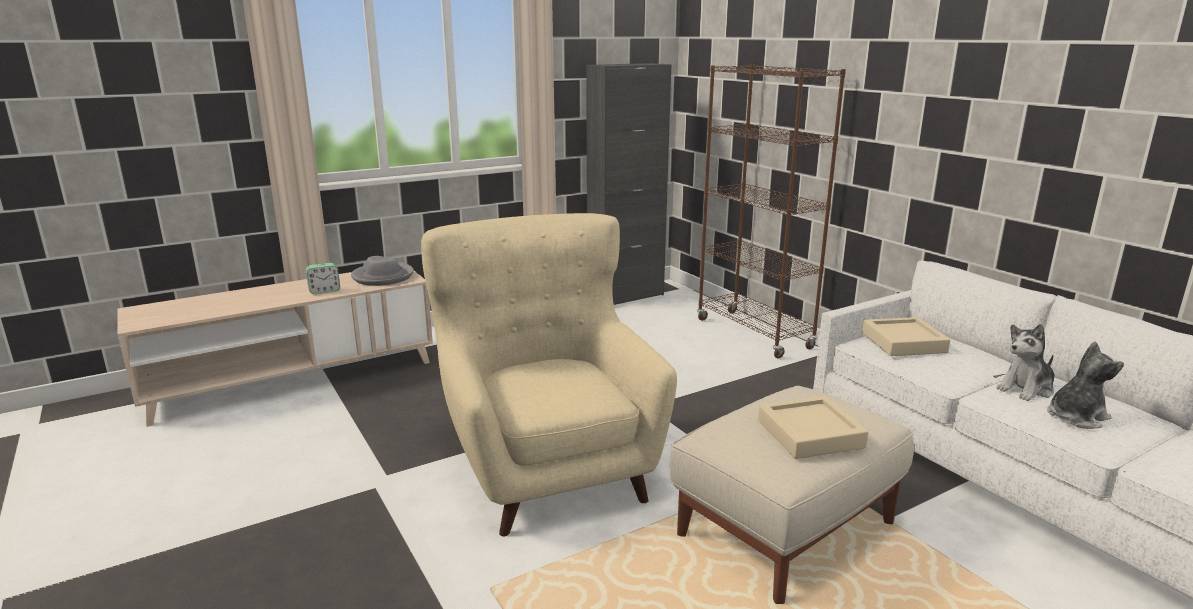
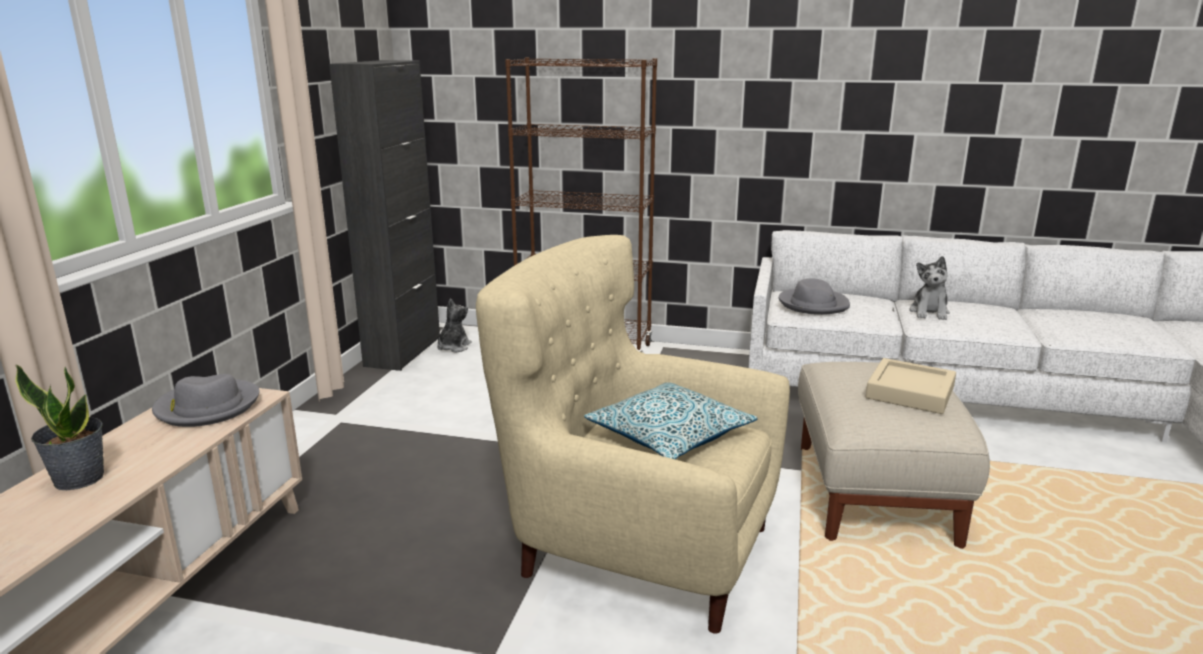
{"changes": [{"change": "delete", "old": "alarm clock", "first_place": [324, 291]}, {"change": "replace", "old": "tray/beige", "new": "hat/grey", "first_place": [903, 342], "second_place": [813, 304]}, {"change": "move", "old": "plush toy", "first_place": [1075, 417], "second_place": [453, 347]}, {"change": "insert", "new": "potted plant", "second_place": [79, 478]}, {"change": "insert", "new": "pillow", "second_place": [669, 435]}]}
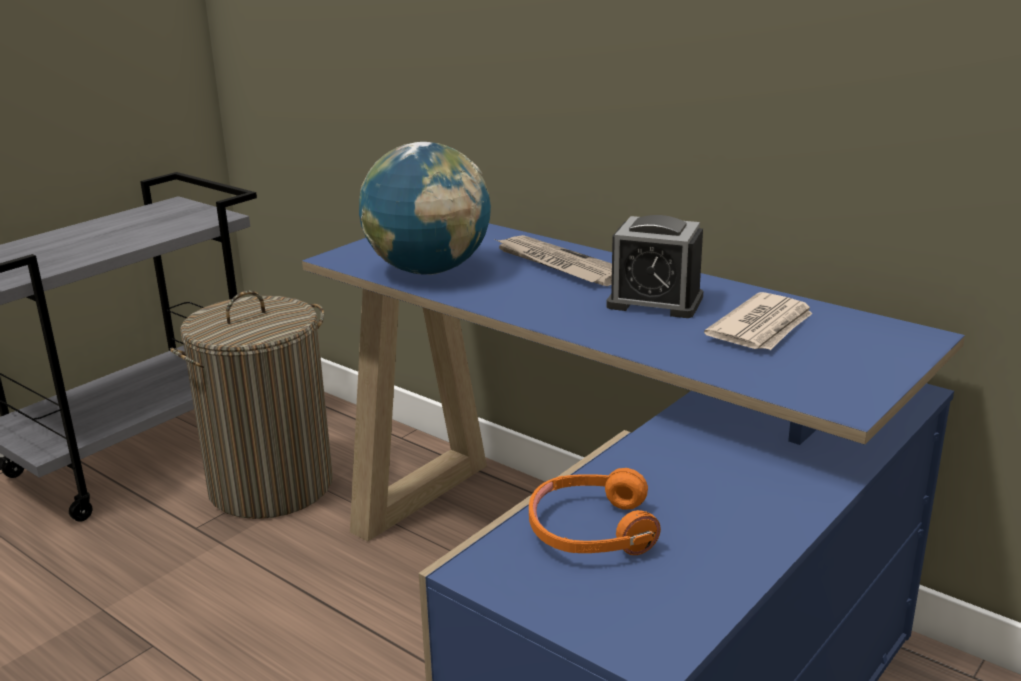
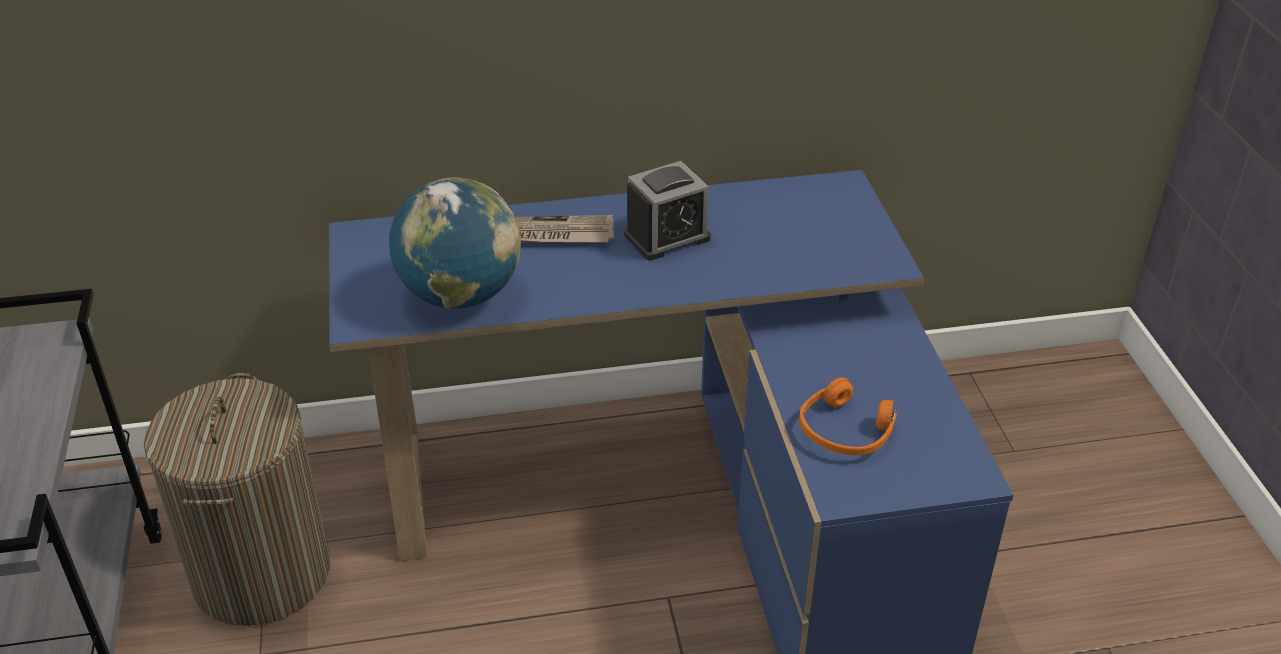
{"changes": [{"change": "delete", "old": "newspaper", "first_place": [763, 327]}]}
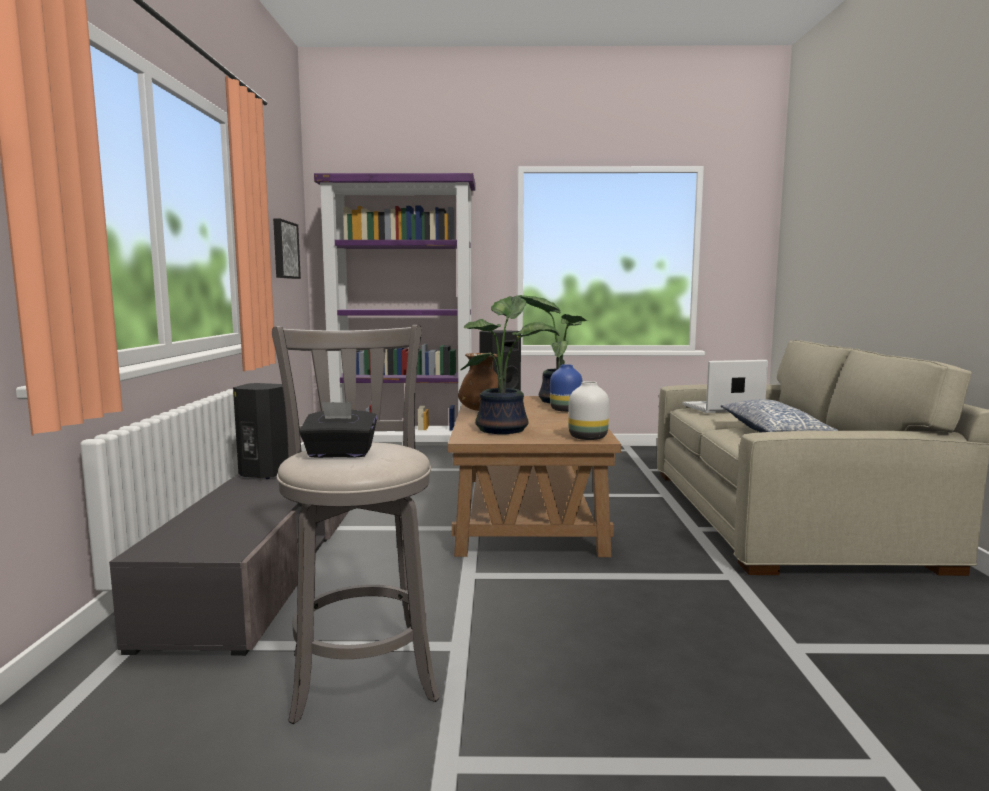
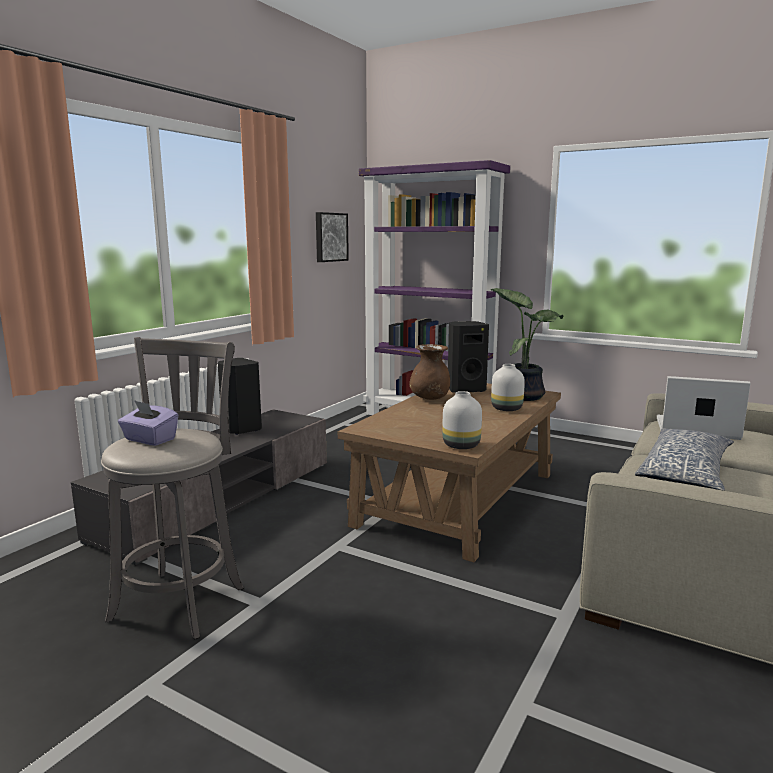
{"changes": [{"change": "delete", "old": "potted plant", "first_place": [505, 429]}, {"change": "recolor", "old": "vase/blue", "new": "vase/white", "first_place": [566, 410], "second_place": [507, 409]}, {"change": "recolor", "old": "tissue box/black", "new": "tissue box/purple", "first_place": [340, 454], "second_place": [149, 440]}]}
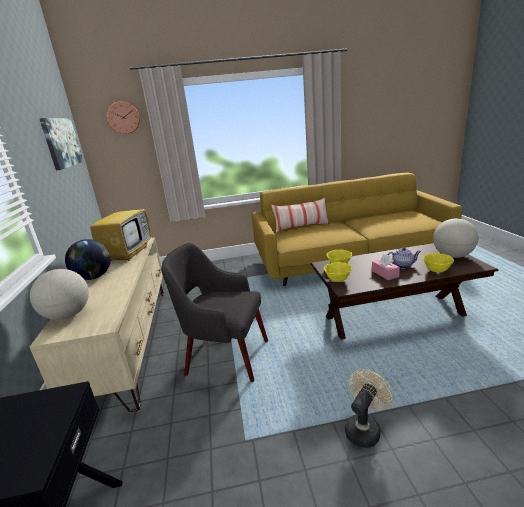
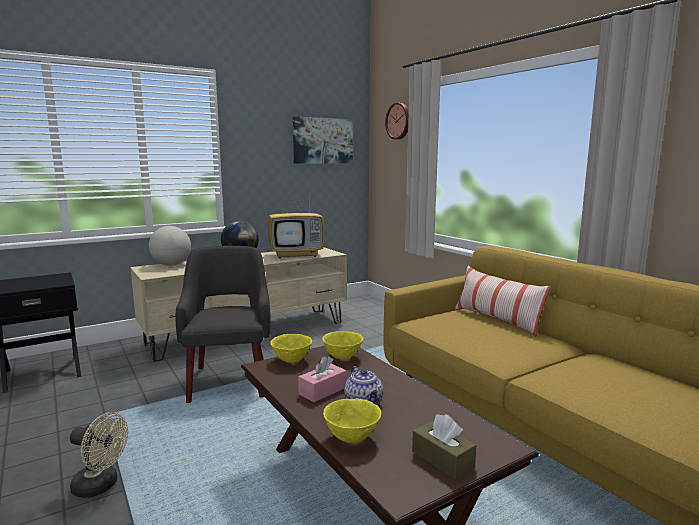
{"changes": [{"change": "replace", "old": "globe", "new": "tissue box/brown", "first_place": [452, 256], "second_place": [442, 459]}]}
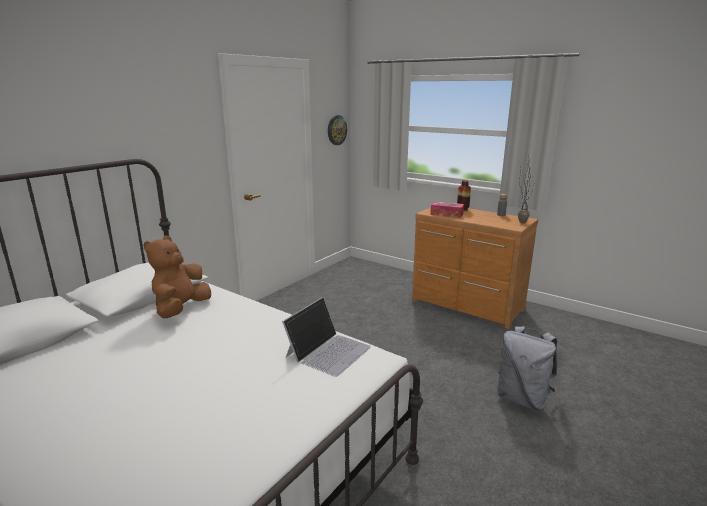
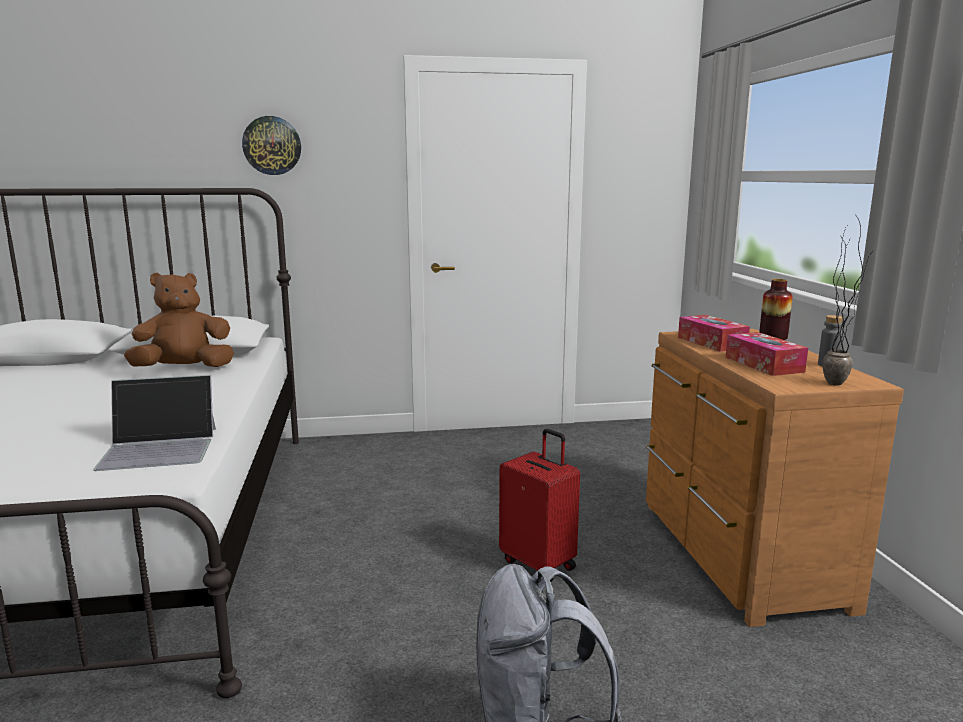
{"changes": [{"change": "move", "old": "wall clock", "first_place": [336, 130], "second_place": [272, 145]}, {"change": "insert", "new": "tissue box", "second_place": [763, 364]}, {"change": "insert", "new": "suitcase/red", "second_place": [539, 563]}]}
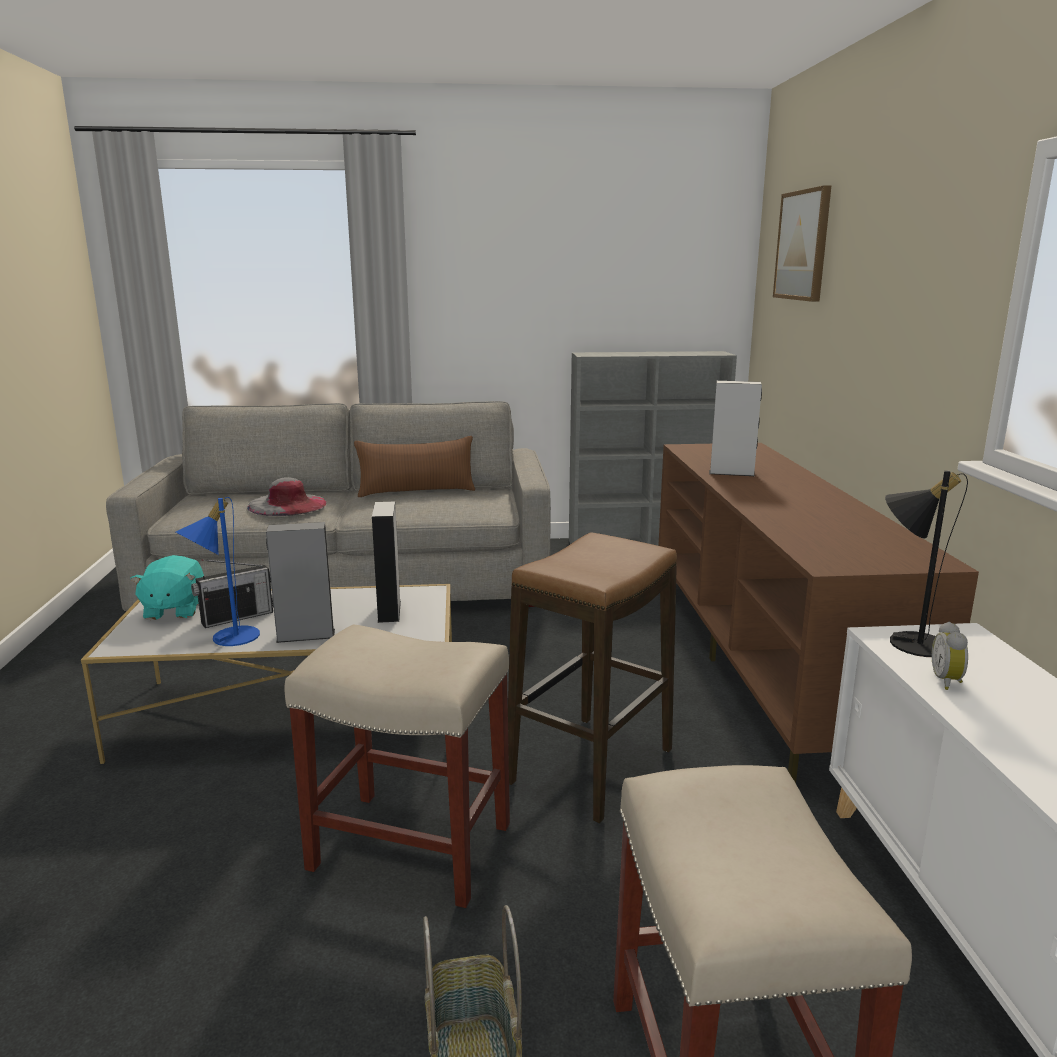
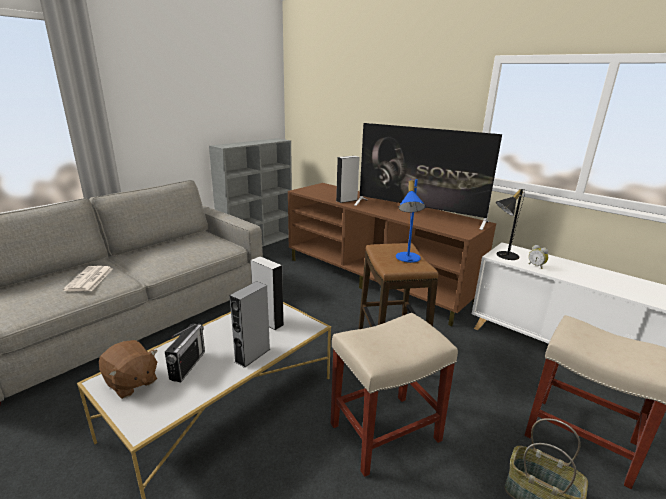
{"changes": [{"change": "delete", "old": "picture", "first_place": [803, 245]}, {"change": "delete", "old": "pillow/brown", "first_place": [416, 492]}, {"change": "replace", "old": "hat/grey", "new": "newspaper", "first_place": [287, 504], "second_place": [89, 279]}, {"change": "move", "old": "table lamp/blue", "first_place": [226, 638], "second_place": [407, 259]}, {"change": "recolor", "old": "plush toy/turquoise", "new": "plush toy/brown", "first_place": [174, 610], "second_place": [131, 382]}, {"change": "insert", "new": "television", "second_place": [418, 213]}]}
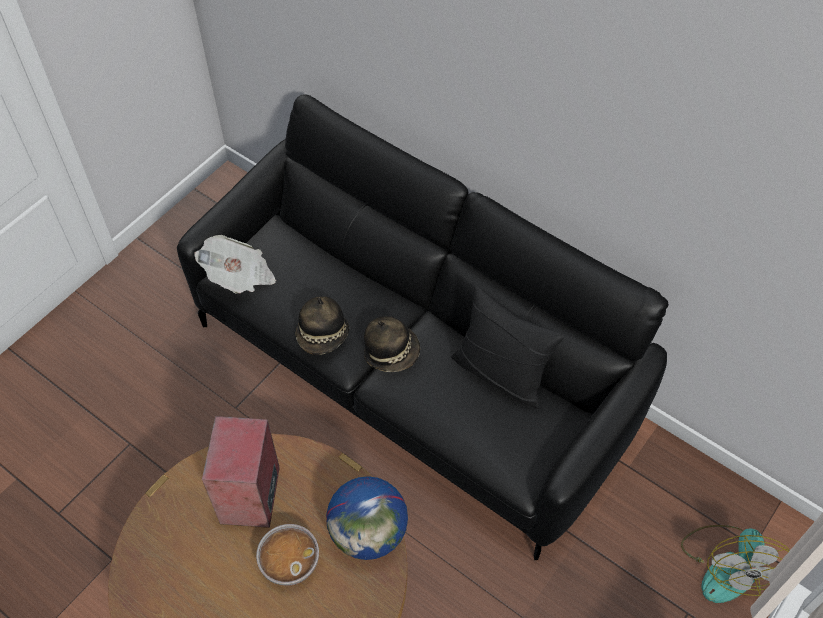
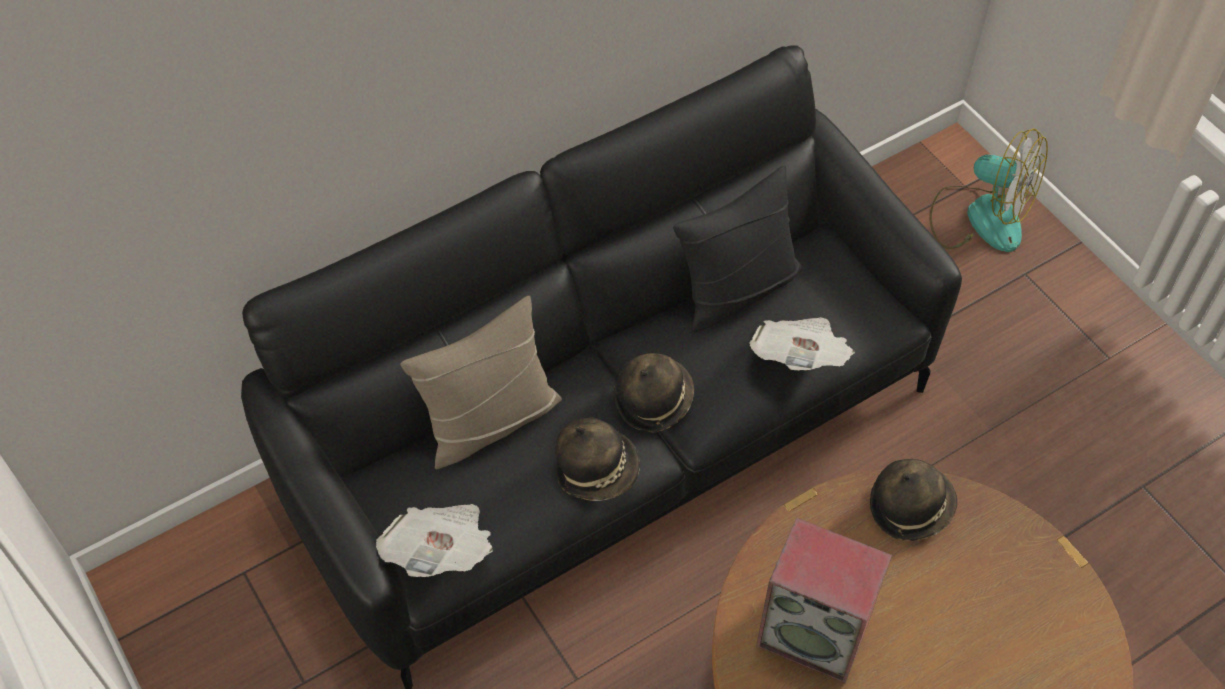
{"changes": [{"change": "replace", "old": "globe", "new": "hat", "first_place": [369, 533], "second_place": [910, 506]}, {"change": "delete", "old": "bowl", "first_place": [289, 562]}, {"change": "insert", "new": "pillow/beige", "second_place": [490, 421]}, {"change": "insert", "new": "newspaper", "second_place": [800, 358]}]}
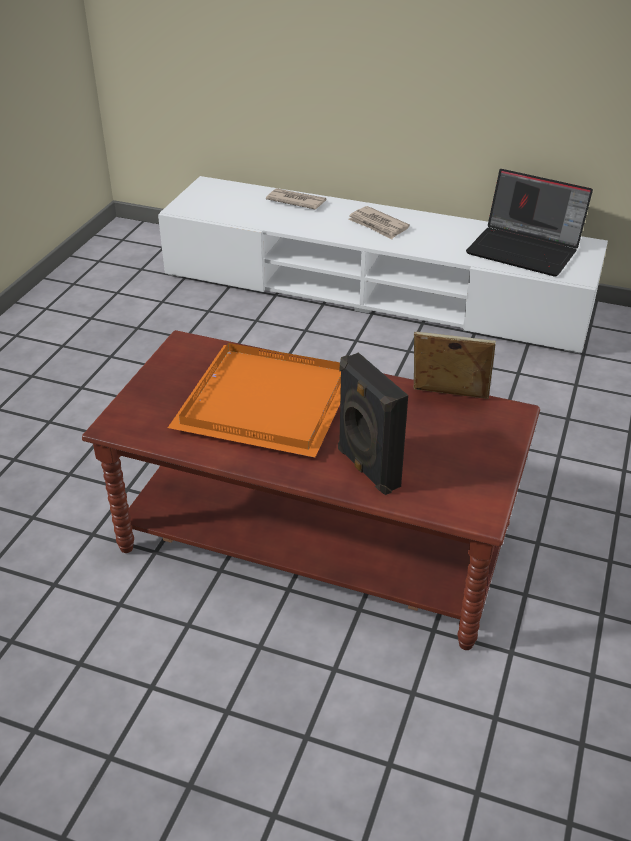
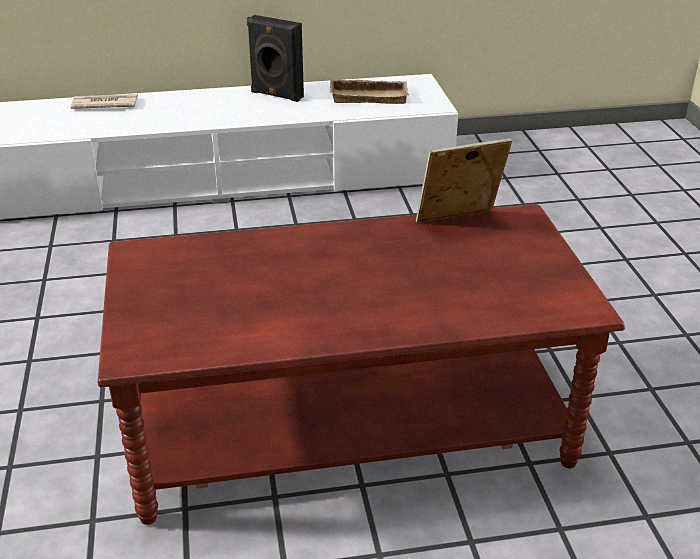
{"changes": [{"change": "replace", "old": "laptop", "new": "tray/beige", "first_place": [525, 250], "second_place": [369, 96]}, {"change": "delete", "old": "newspaper", "first_place": [378, 225]}, {"change": "delete", "old": "tray/orange", "first_place": [264, 400]}, {"change": "move", "old": "speaker/black", "first_place": [366, 469], "second_place": [276, 95]}]}
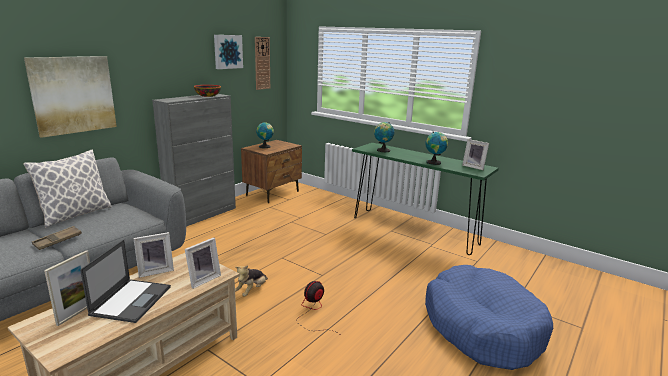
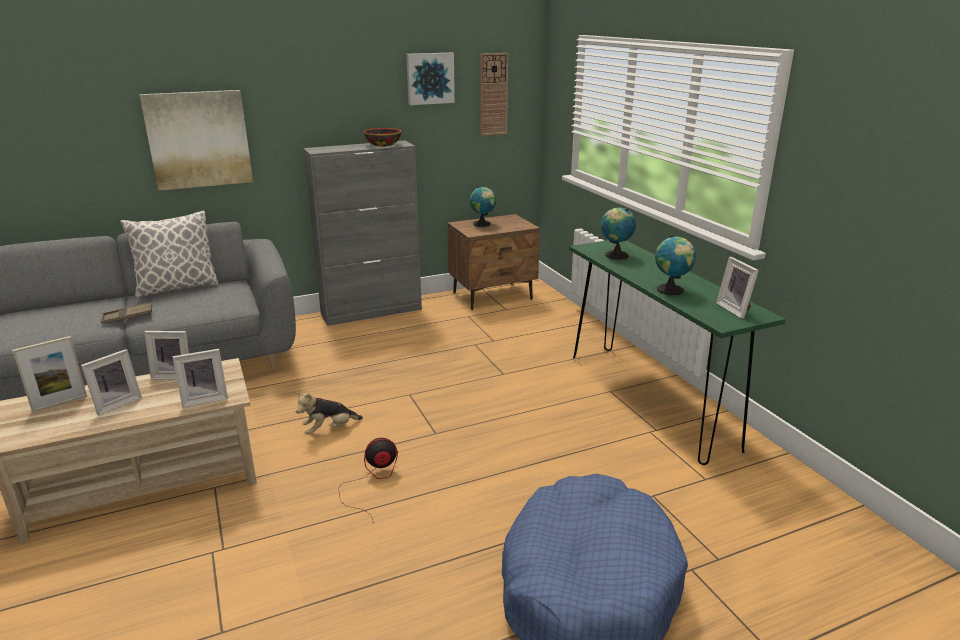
{"changes": [{"change": "replace", "old": "laptop", "new": "picture frame", "first_place": [132, 300], "second_place": [116, 403]}]}
